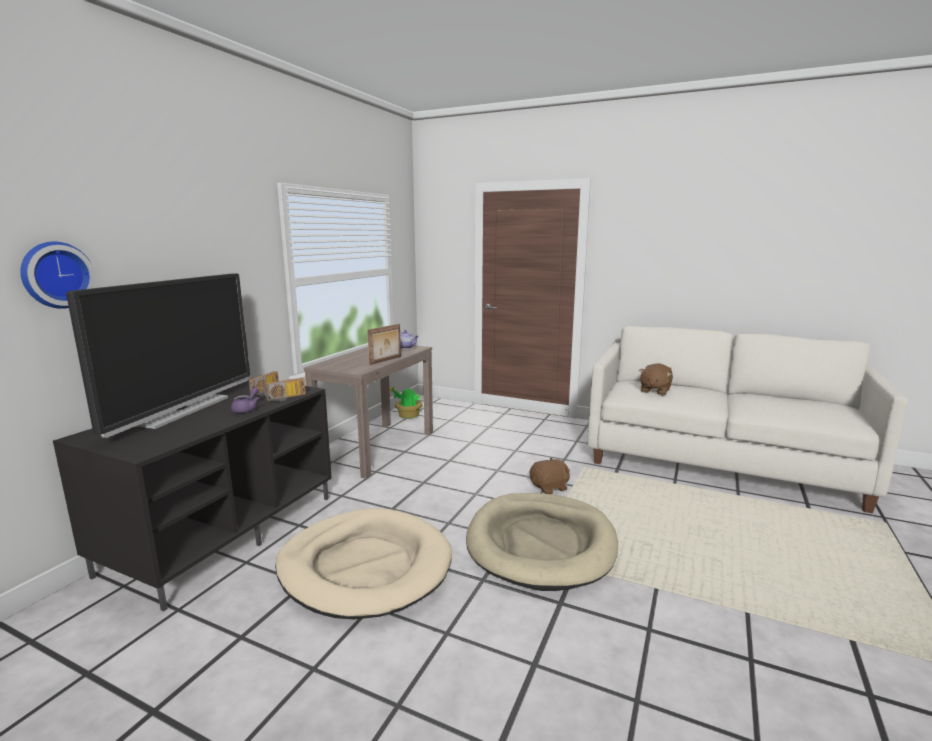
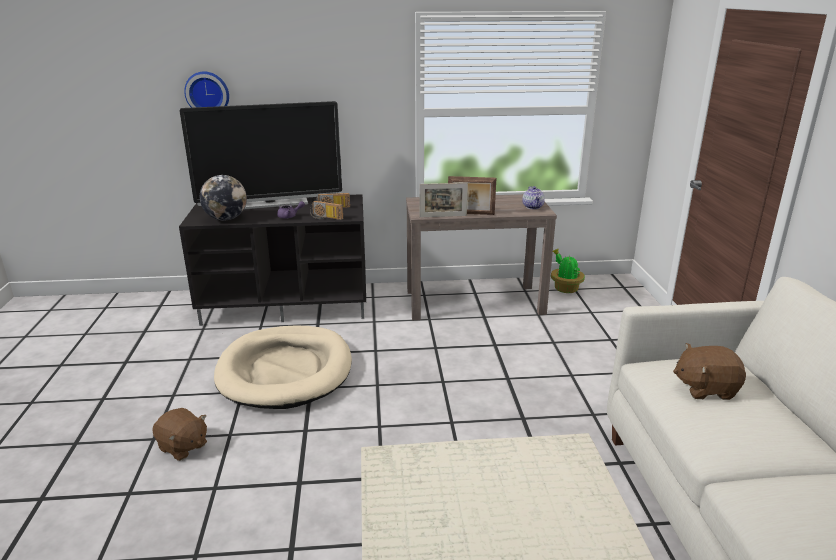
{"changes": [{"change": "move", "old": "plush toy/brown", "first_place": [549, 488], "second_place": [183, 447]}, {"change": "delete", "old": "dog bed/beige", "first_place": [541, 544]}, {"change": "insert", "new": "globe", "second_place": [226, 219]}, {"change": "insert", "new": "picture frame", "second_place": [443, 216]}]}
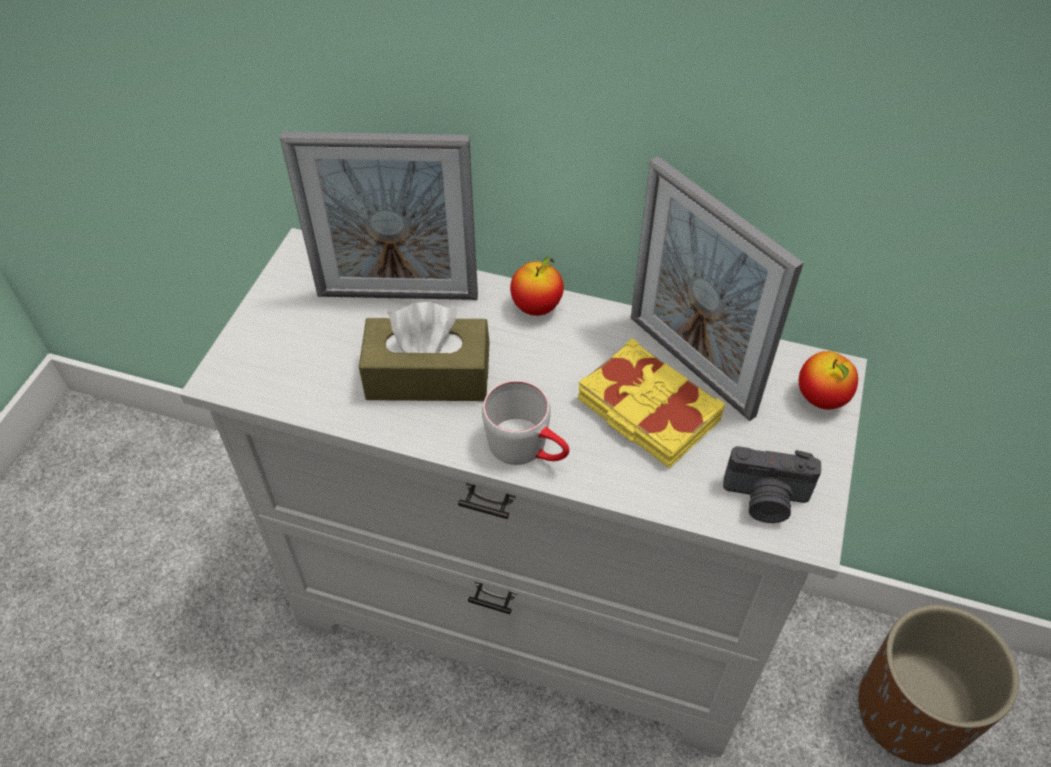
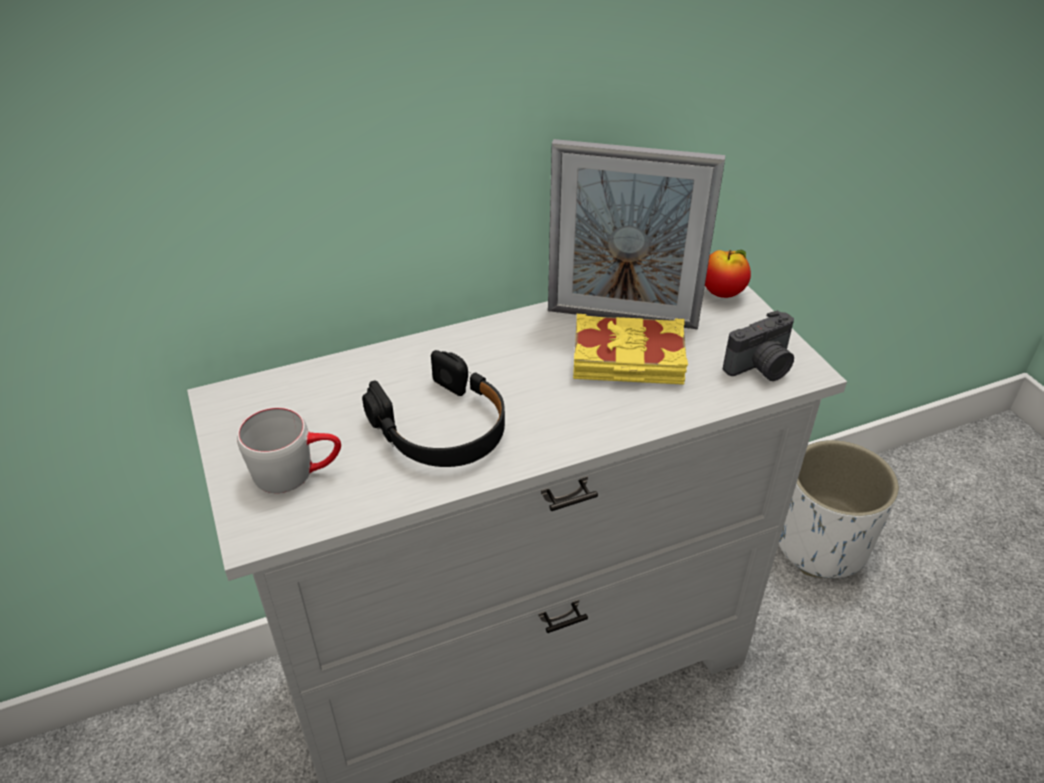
{"changes": [{"change": "delete", "old": "picture frame", "first_place": [397, 295]}, {"change": "delete", "old": "apple", "first_place": [536, 307]}, {"change": "replace", "old": "tissue box/brown", "new": "headphones/black", "first_place": [428, 376], "second_place": [442, 427]}, {"change": "move", "old": "mug/grey", "first_place": [529, 449], "second_place": [297, 471]}, {"change": "recolor", "old": "planter/brown", "new": "planter/white", "first_place": [911, 711], "second_place": [820, 545]}]}
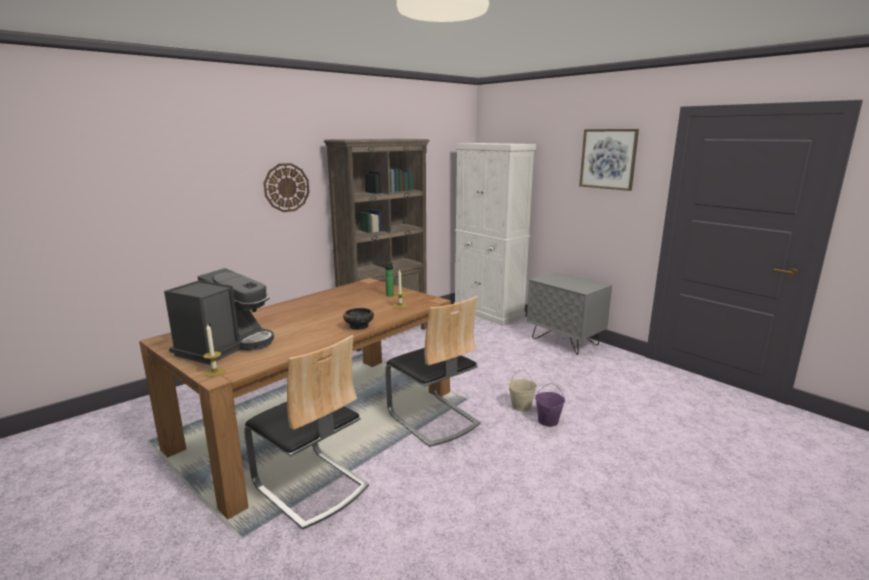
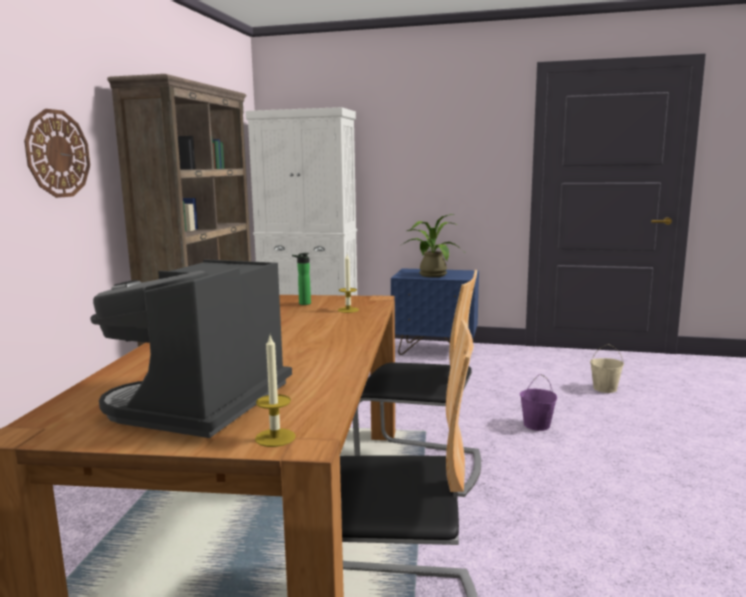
{"changes": [{"change": "delete", "old": "picture", "first_place": [608, 159]}, {"change": "rotate", "old": "coffee machine", "first_place": [226, 346], "second_place": [202, 405], "degrees": -150}, {"change": "recolor", "old": "nightstand/grey", "new": "nightstand/blue", "first_place": [565, 342], "second_place": [435, 350]}, {"change": "delete", "old": "bowl", "first_place": [358, 326]}, {"change": "move", "old": "bucket/beige", "first_place": [521, 406], "second_place": [605, 389]}, {"change": "insert", "new": "potted plant", "second_place": [431, 274]}]}
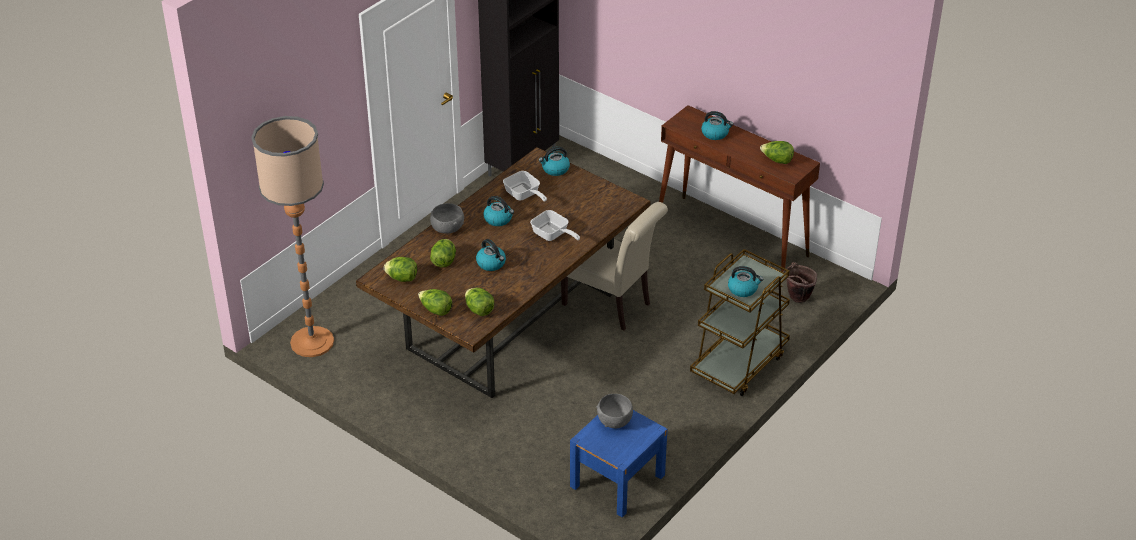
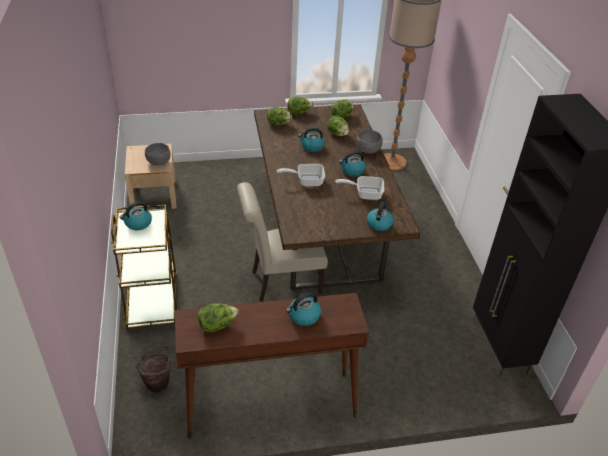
{"changes": [{"change": "recolor", "old": "nightstand/blue", "new": "nightstand/beige", "first_place": [617, 481], "second_place": [154, 195]}]}
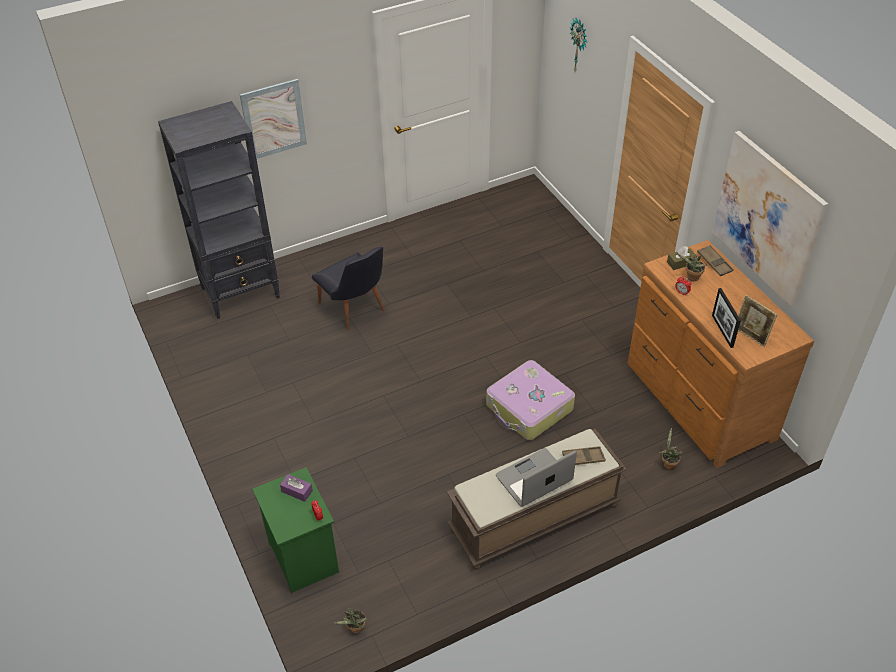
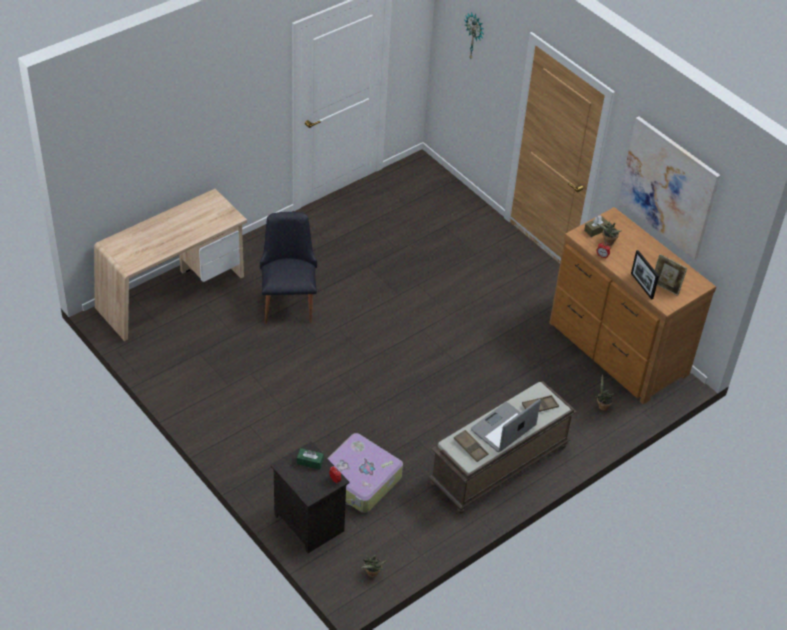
{"changes": [{"change": "delete", "old": "picture", "first_place": [274, 119]}, {"change": "replace", "old": "bookcase/black", "new": "desk/beige", "first_place": [241, 292], "second_place": [173, 294]}, {"change": "move", "old": "tray/brown", "first_place": [714, 263], "second_place": [470, 447]}, {"change": "rotate", "old": "chair/black", "first_place": [355, 311], "second_place": [288, 300], "degrees": -135}, {"change": "move", "old": "suitcase", "first_place": [529, 408], "second_place": [359, 481]}, {"change": "recolor", "old": "nightstand/green", "new": "nightstand/black", "first_place": [301, 557], "second_place": [307, 523]}, {"change": "recolor", "old": "tissue box/purple", "new": "tissue box/green", "first_place": [297, 491], "second_place": [310, 462]}]}
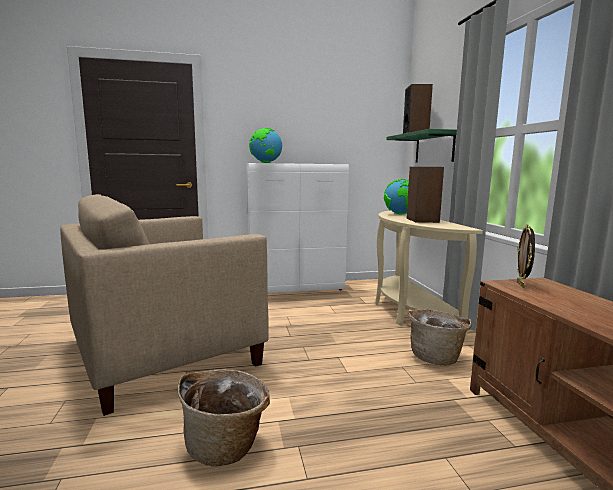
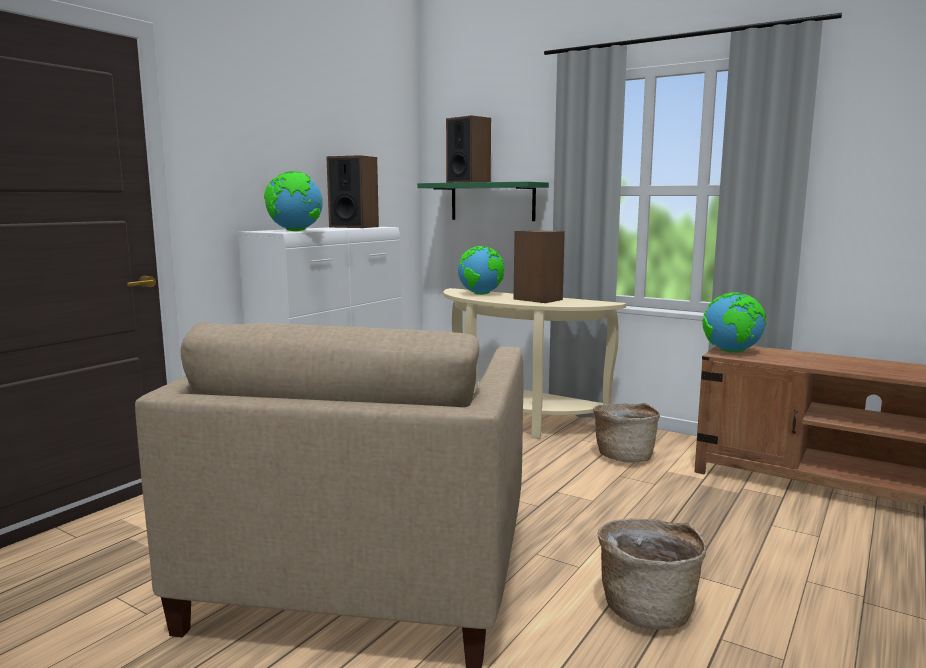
{"changes": [{"change": "replace", "old": "picture frame", "new": "globe", "first_place": [521, 285], "second_place": [732, 352]}, {"change": "insert", "new": "speaker", "second_place": [354, 227]}]}
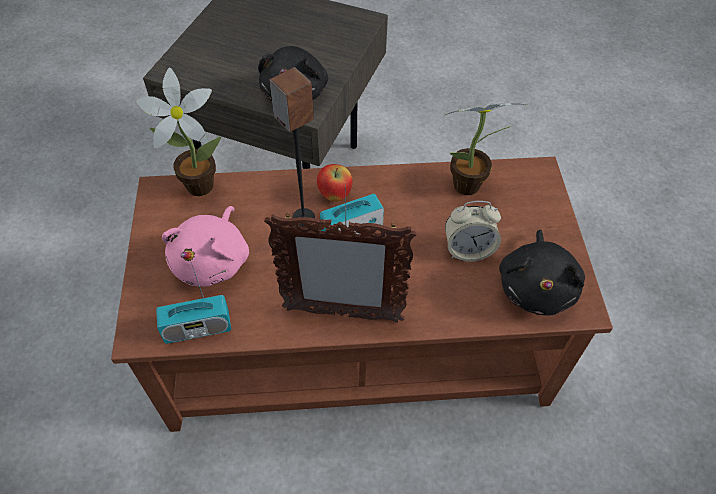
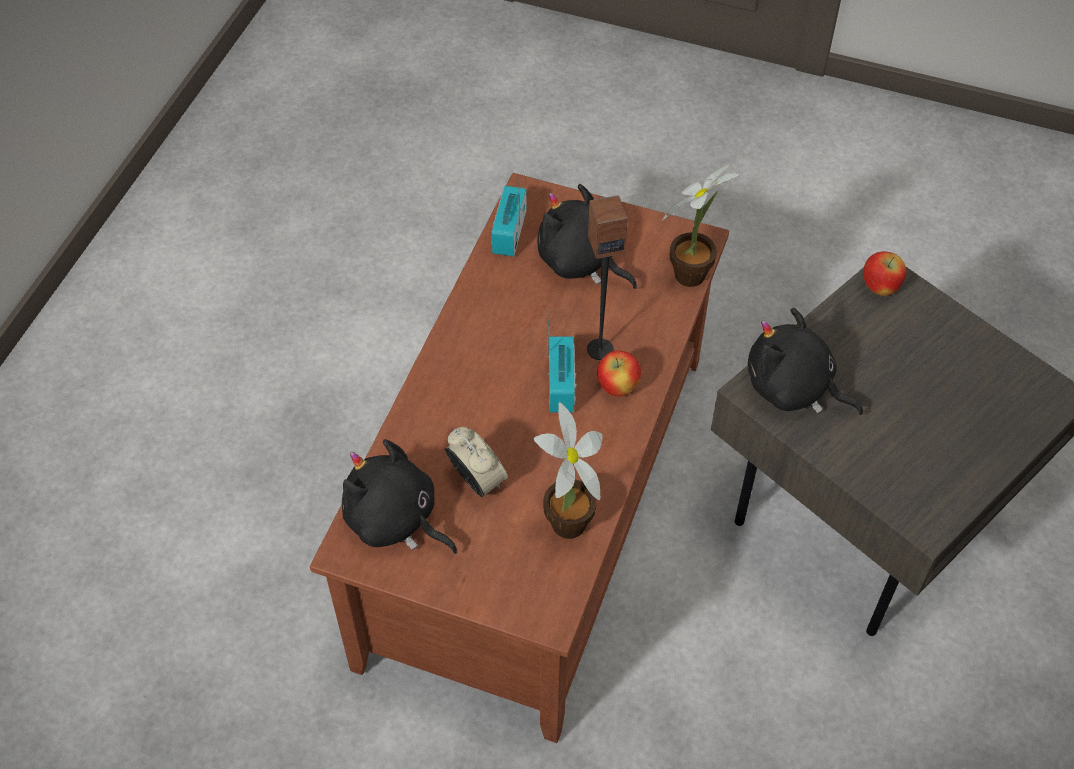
{"changes": [{"change": "rotate", "old": "alarm clock", "first_place": [468, 249], "second_place": [477, 480], "degrees": 120}, {"change": "recolor", "old": "plush toy/pink", "new": "plush toy/black", "first_place": [213, 261], "second_place": [581, 262]}, {"change": "delete", "old": "picture frame", "first_place": [341, 314]}, {"change": "insert", "new": "apple", "second_place": [879, 288]}]}
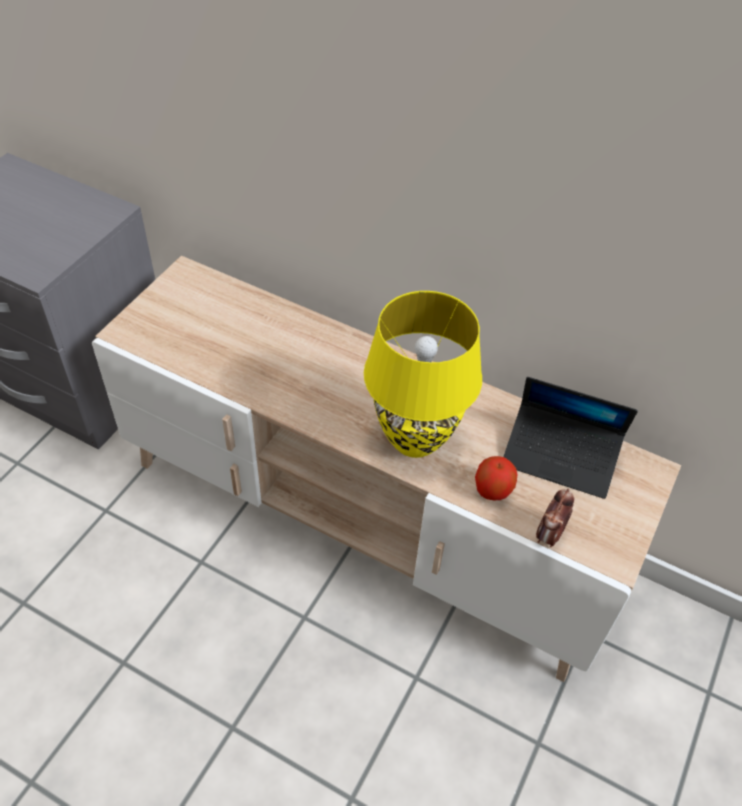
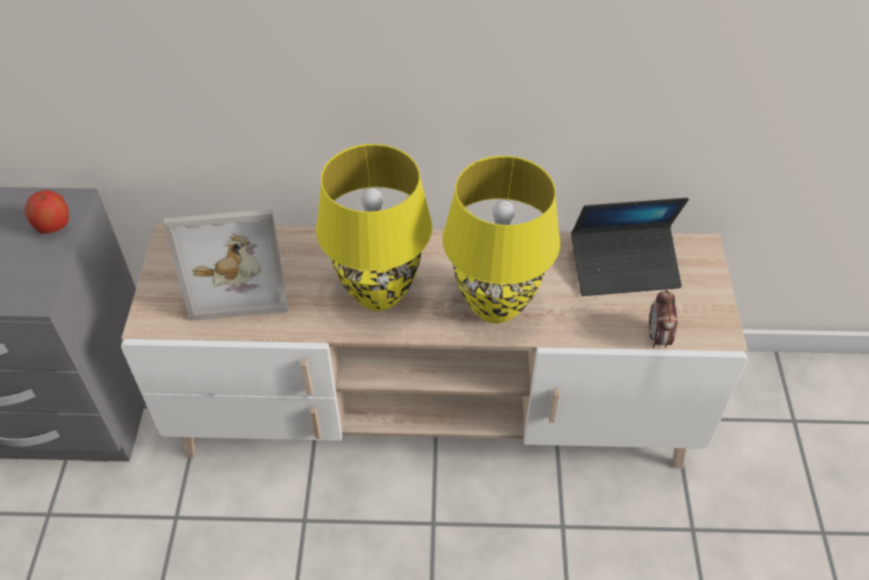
{"changes": [{"change": "move", "old": "apple", "first_place": [492, 490], "second_place": [53, 226]}, {"change": "insert", "new": "table lamp/yellow", "second_place": [379, 295]}, {"change": "insert", "new": "picture frame", "second_place": [240, 280]}]}
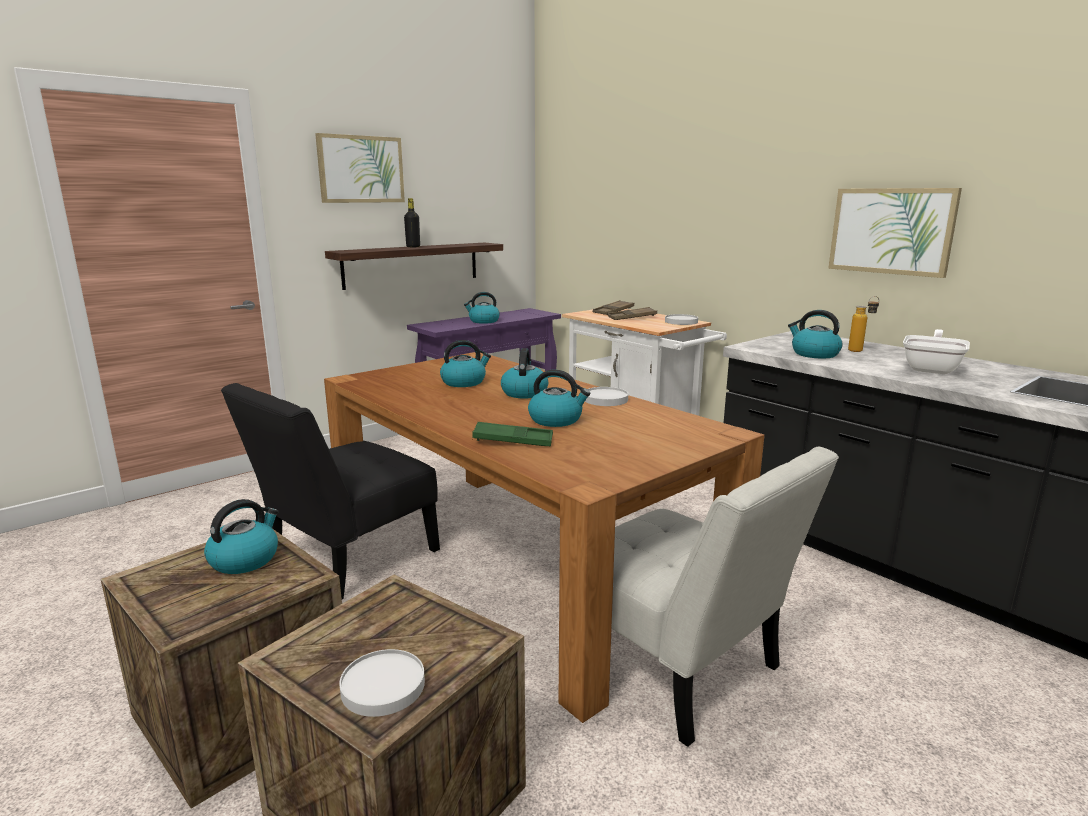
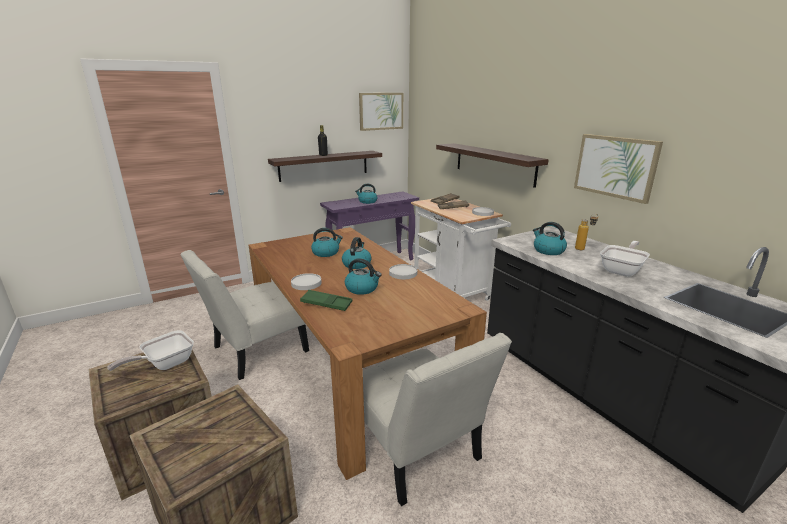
{"changes": [{"change": "move", "old": "picture", "first_place": [361, 169], "second_place": [381, 111]}, {"change": "recolor", "old": "chair/black", "new": "chair/white", "first_place": [346, 558], "second_place": [255, 351]}, {"change": "replace", "old": "kettle", "new": "frying pan", "first_place": [245, 559], "second_place": [165, 364]}, {"change": "move", "old": "plate/white", "first_place": [383, 686], "second_place": [306, 283]}, {"change": "insert", "new": "shelf", "second_place": [494, 163]}]}
